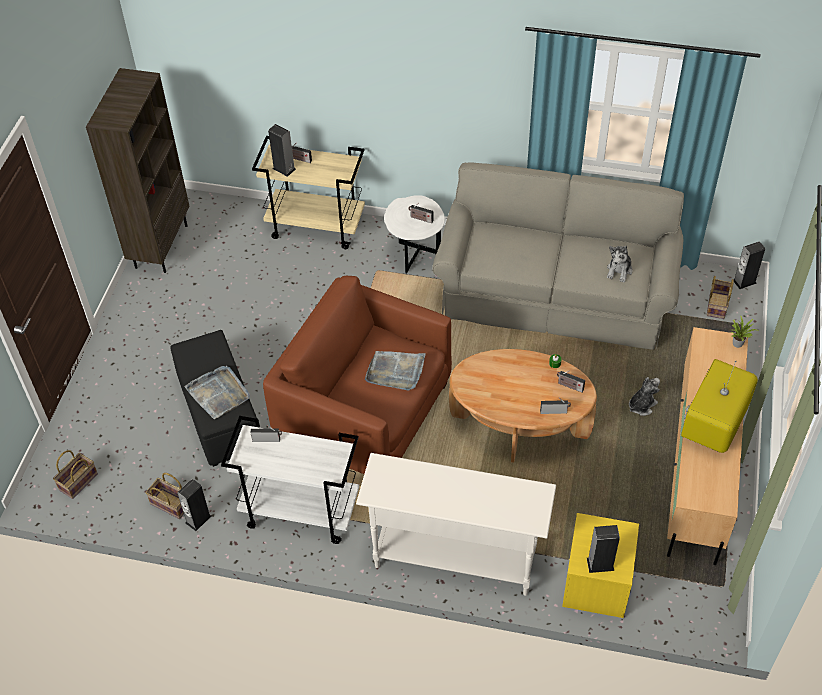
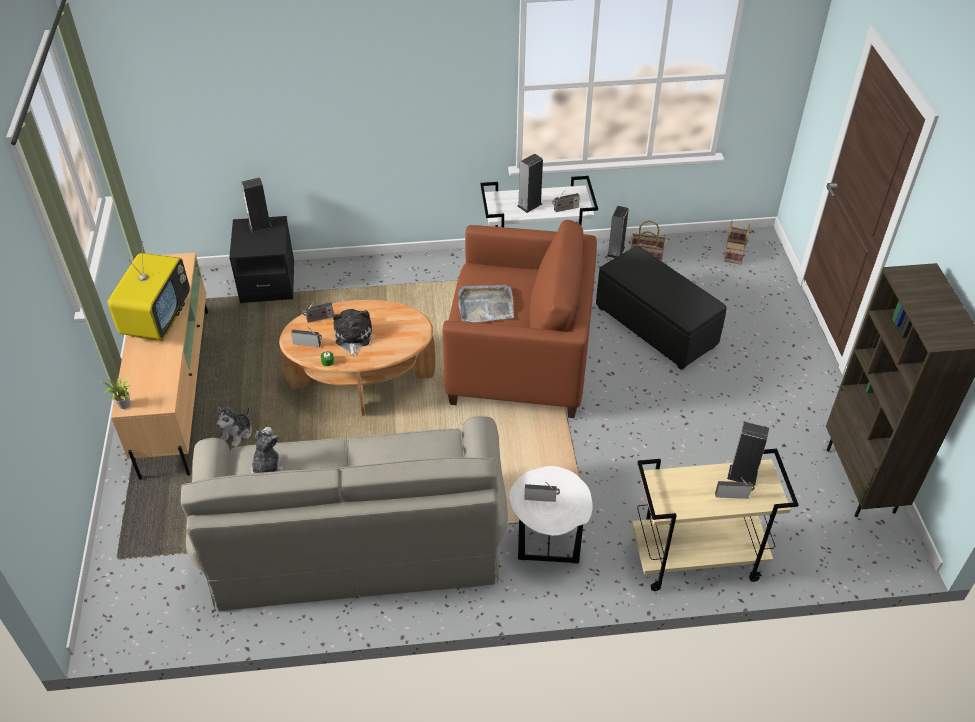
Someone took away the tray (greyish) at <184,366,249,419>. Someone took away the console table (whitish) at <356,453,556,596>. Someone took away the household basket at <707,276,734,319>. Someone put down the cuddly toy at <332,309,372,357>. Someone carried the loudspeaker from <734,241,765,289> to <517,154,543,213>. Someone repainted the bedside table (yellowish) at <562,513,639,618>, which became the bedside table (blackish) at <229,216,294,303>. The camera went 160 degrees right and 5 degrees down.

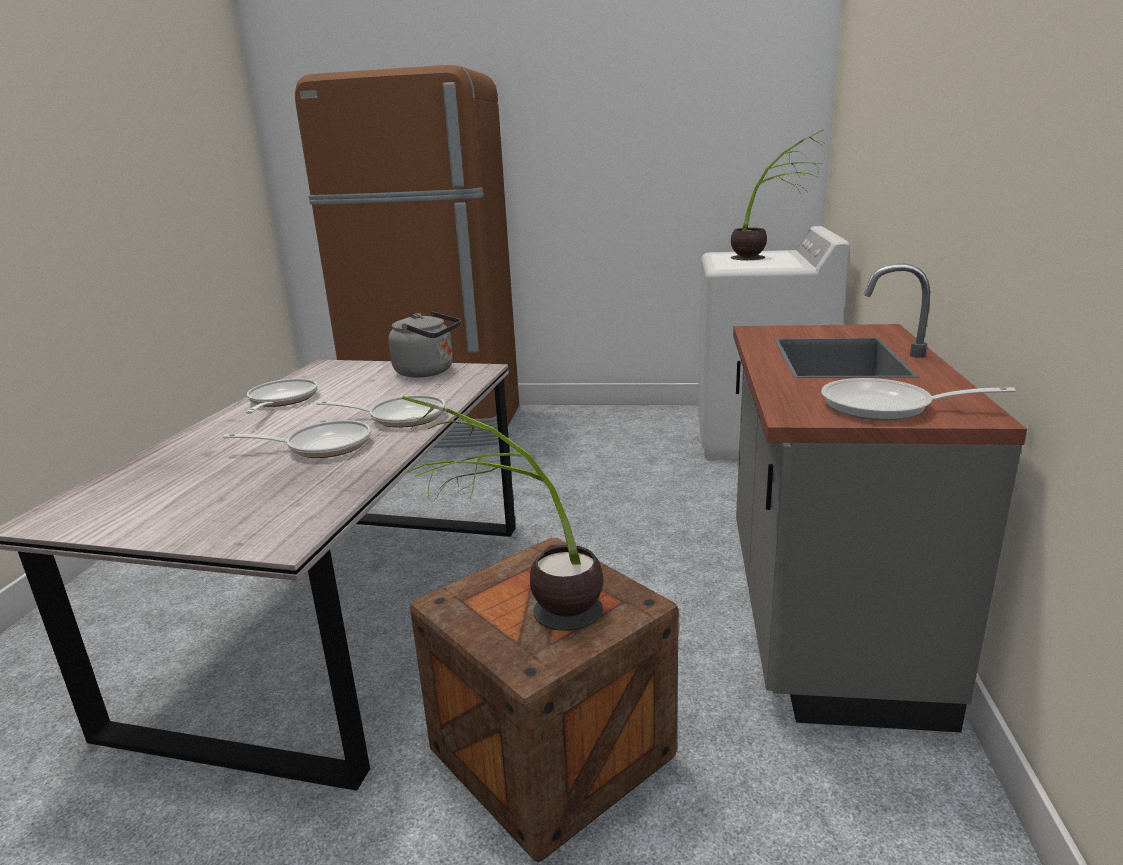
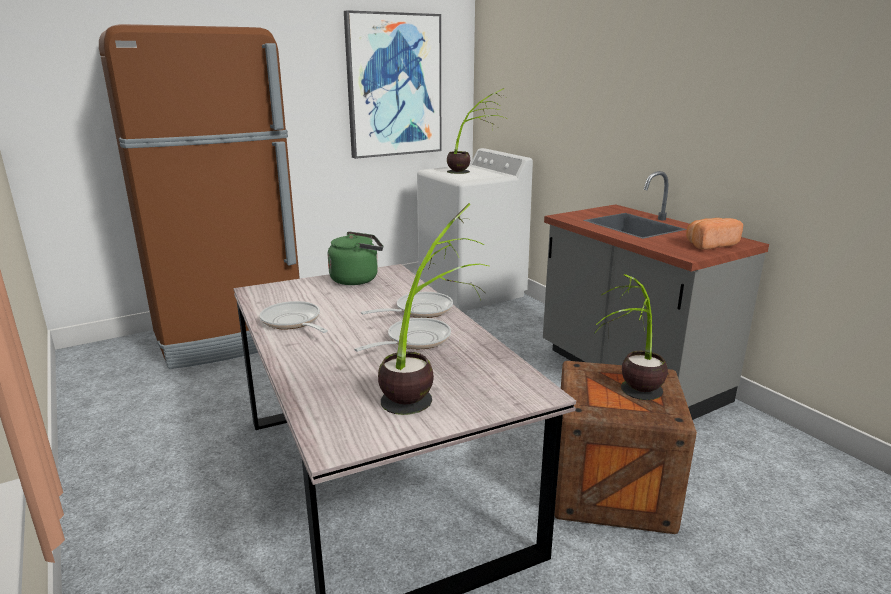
Someone put up the wall art at <344,10,441,159>. Someone put down the potted plant at <378,203,488,415>. Someone swapped the frying pan at <821,378,1016,421> for the bakery bread at <686,218,743,250>. Someone repainted the water kettle (greyish) at <389,311,461,378>, which became the water kettle (green-coloured) at <328,231,383,285>. The camera went 40 degrees left and 0 degrees up.

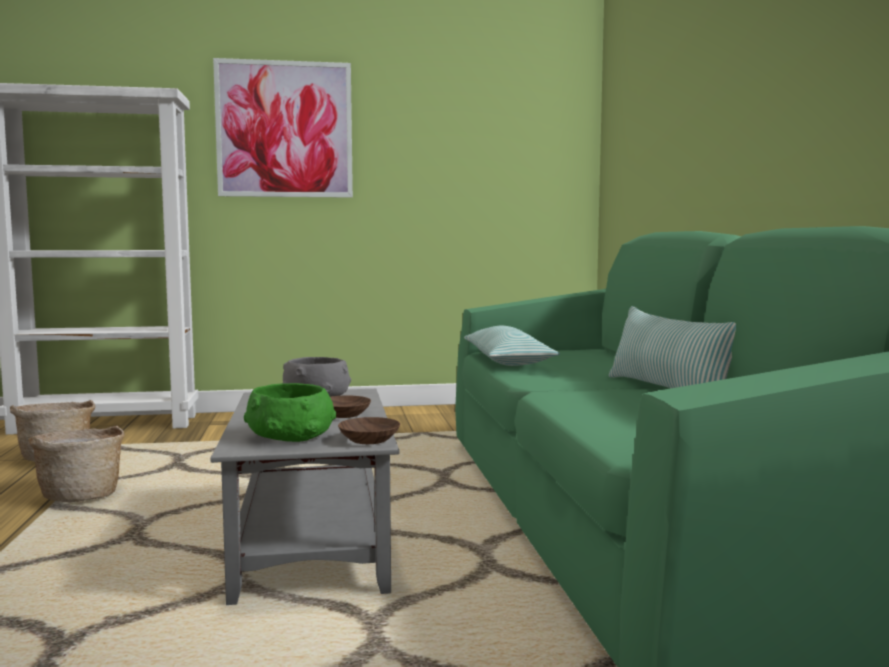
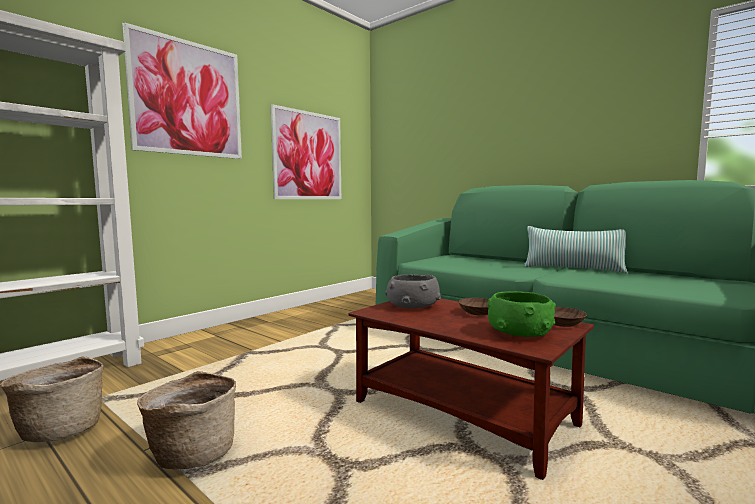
Someone took away the cushion at <464,326,560,366>. Someone put up the wall art at <271,104,341,199>. Someone repainted the low table (greyish) at <210,389,400,605>, which became the low table (brownish) at <349,299,594,480>. The camera went 40 degrees left and 0 degrees up.

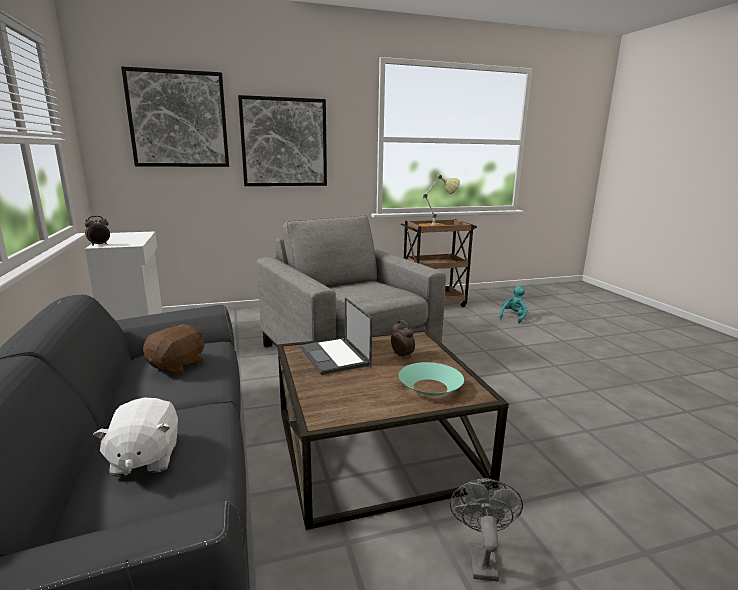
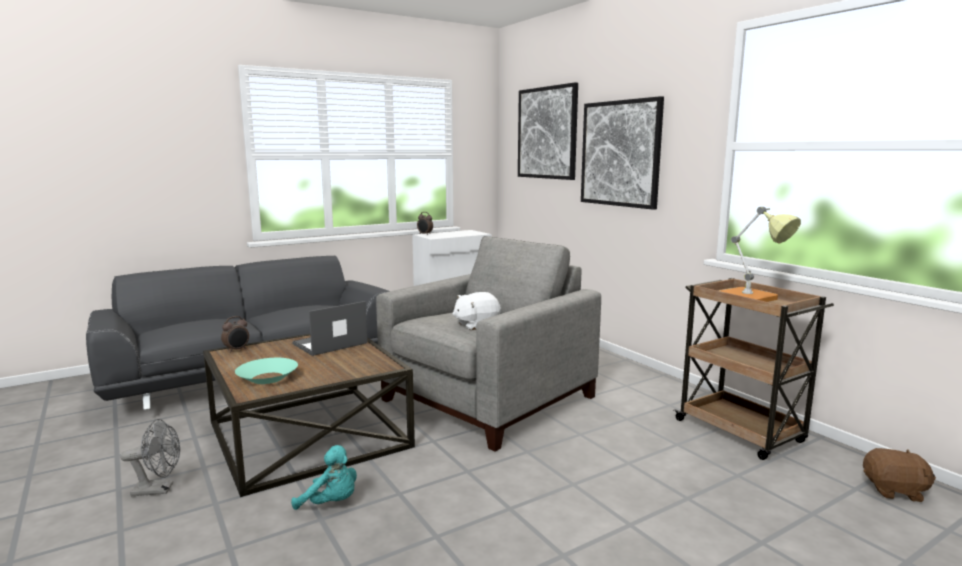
Someone carried the cuddly toy (whitish) from <93,398,178,477> to <452,292,501,330>. Someone carried the cuddly toy (brownish) from <143,324,205,375> to <863,448,936,502>. Someone carried the alarm clock from <391,320,415,359> to <221,316,249,352>. Someone carried the cuddly toy (blue-green) from <499,286,527,323> to <291,445,357,510>. The camera went 75 degrees right and 5 degrees down.

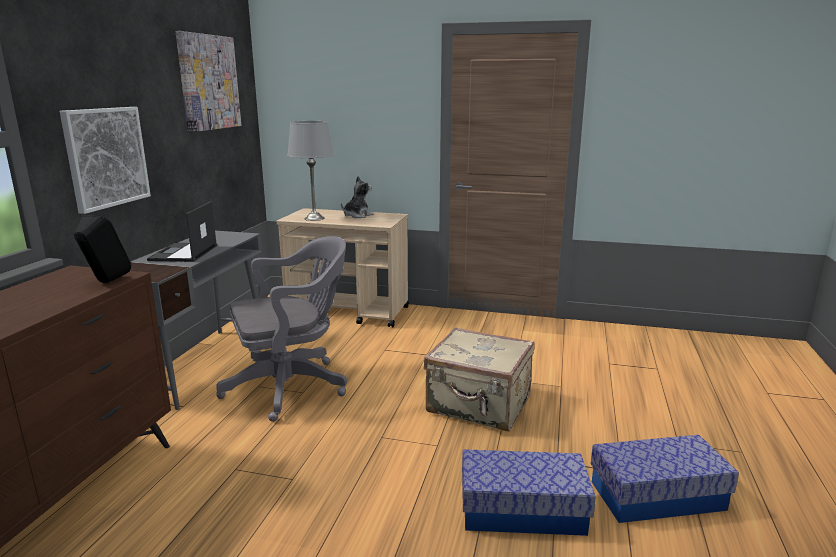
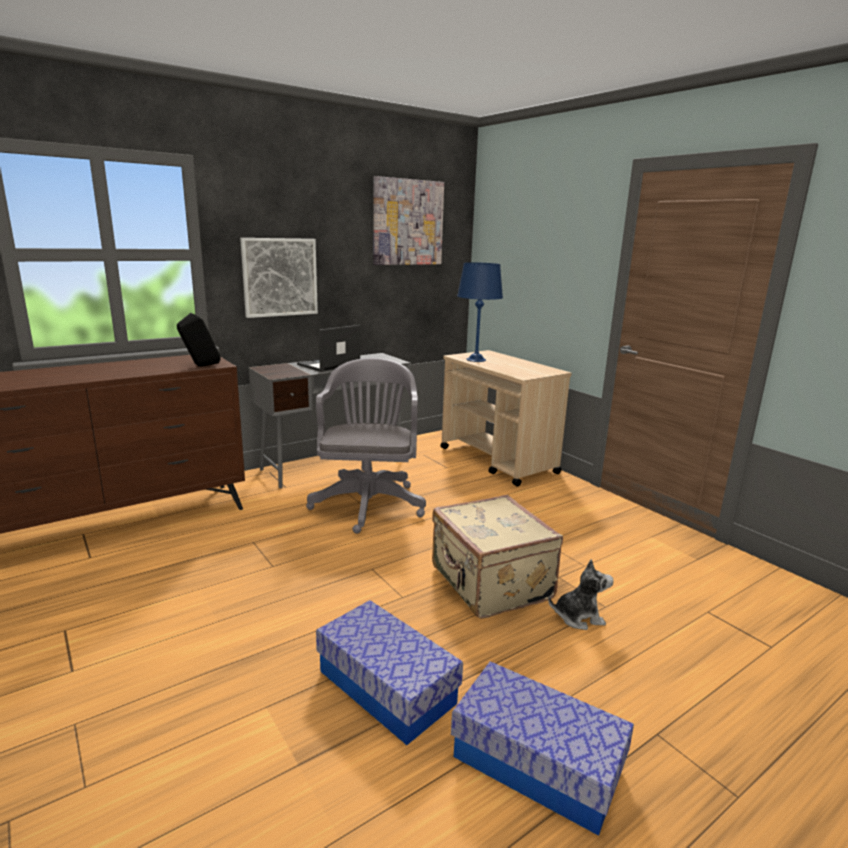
Someone carried the cuddly toy from <341,176,373,218> to <548,559,613,630>. Someone repainted the lamp for a table (greyish) at <287,121,334,221>, which became the lamp for a table (blue) at <457,262,503,362>. Someone rotated the office chair (greyish) at <216,236,347,422> by 105 degrees counterclockwise. The camera went 40 degrees right and 0 degrees up.

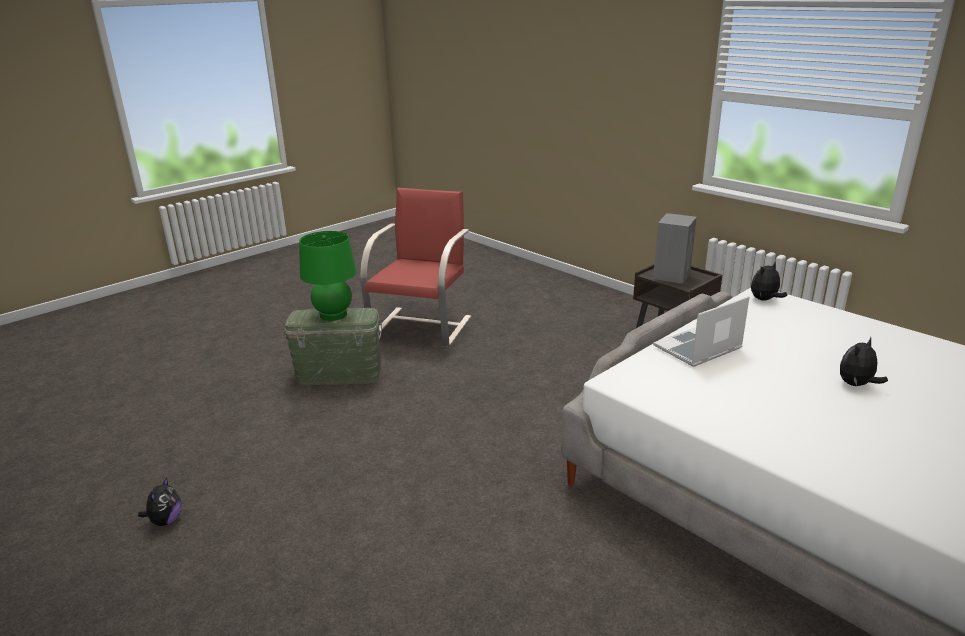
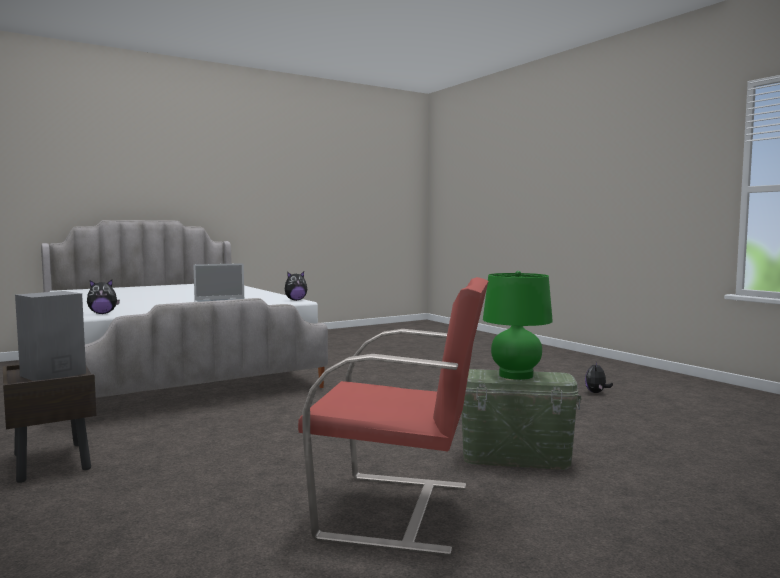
Someone carried the cuddly toy from <840,337,888,386> to <285,272,307,301>. Someone rotated the lounge chair (reddish) at <360,188,472,347> by 105 degrees counterclockwise. The camera went 170 degrees left and 20 degrees down.

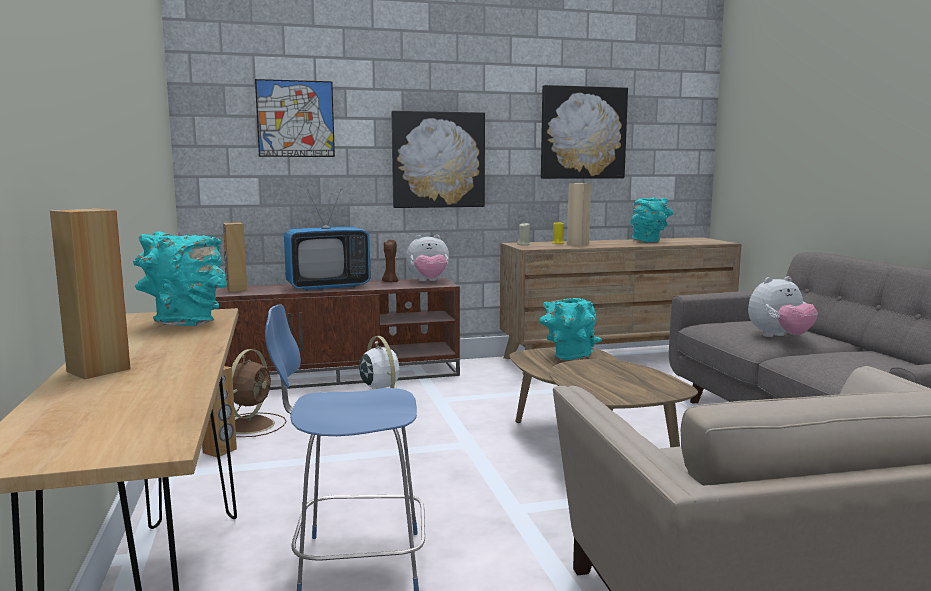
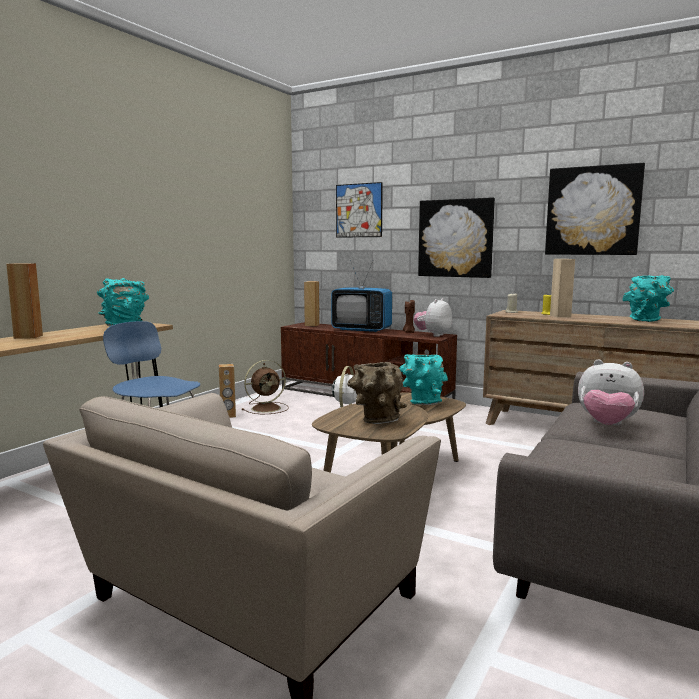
Someone put down the vase (brownish) at <347,362,407,424>. Someone rotated the cuddly toy at <406,235,449,281> by 90 degrees clockwise. The camera went 45 degrees right and 0 degrees up.

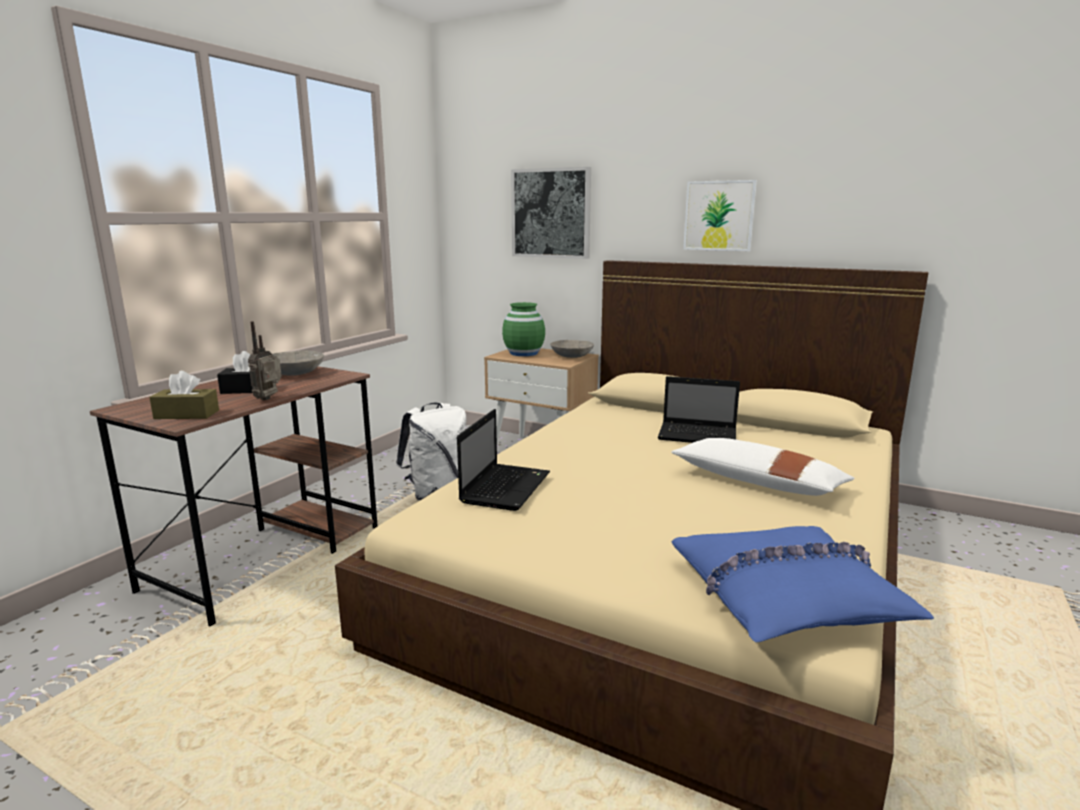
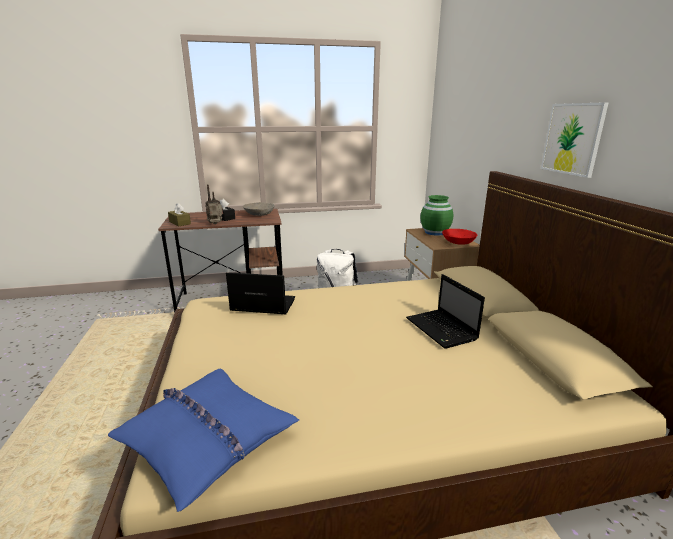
Someone took away the wall art at <511,167,591,259>. Someone took away the cushion (whitish) at <671,438,854,496>. Someone repainted the bowl (greyish) at <550,340,594,358>, which became the bowl (reddish) at <442,229,477,245>. Someone rotated the laptop at <457,409,550,511> by 150 degrees counterclockwise. The camera went 50 degrees right and 5 degrees up.

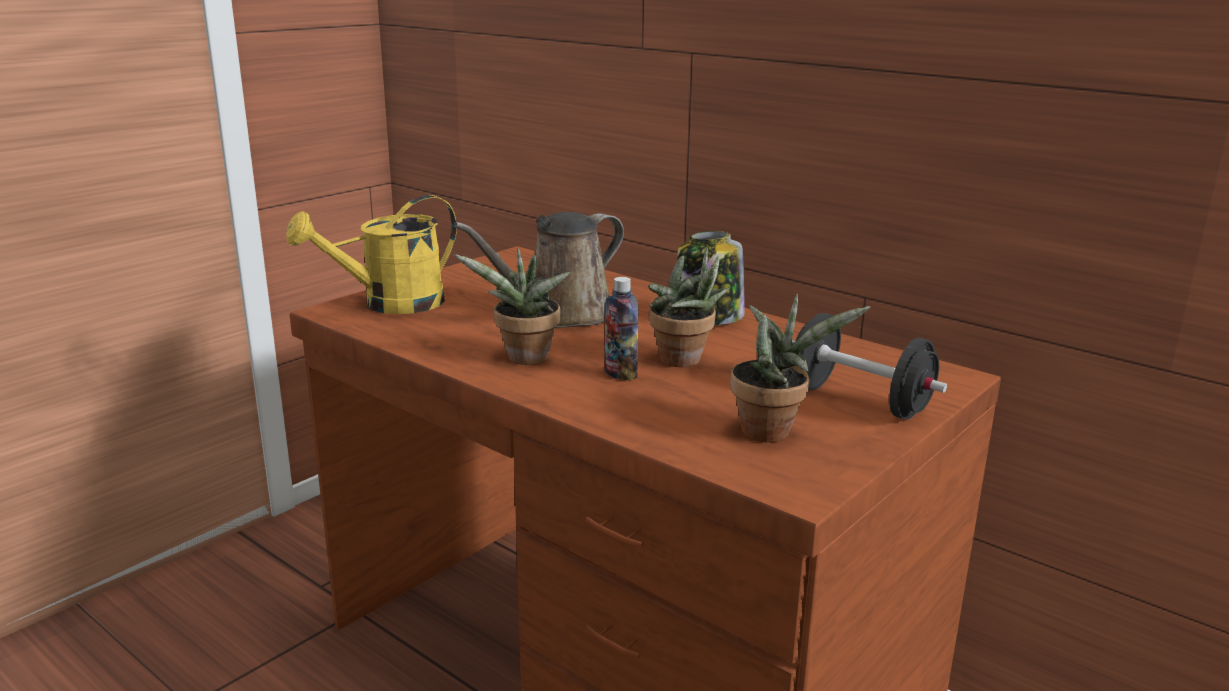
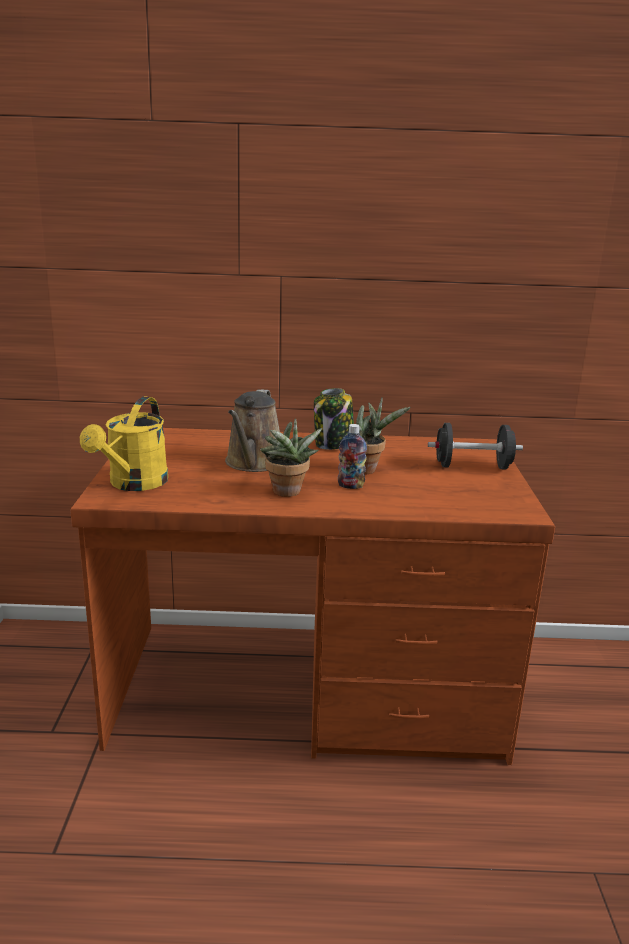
Someone took away the potted plant at <730,294,870,442>. The camera went 40 degrees left and 0 degrees up.

